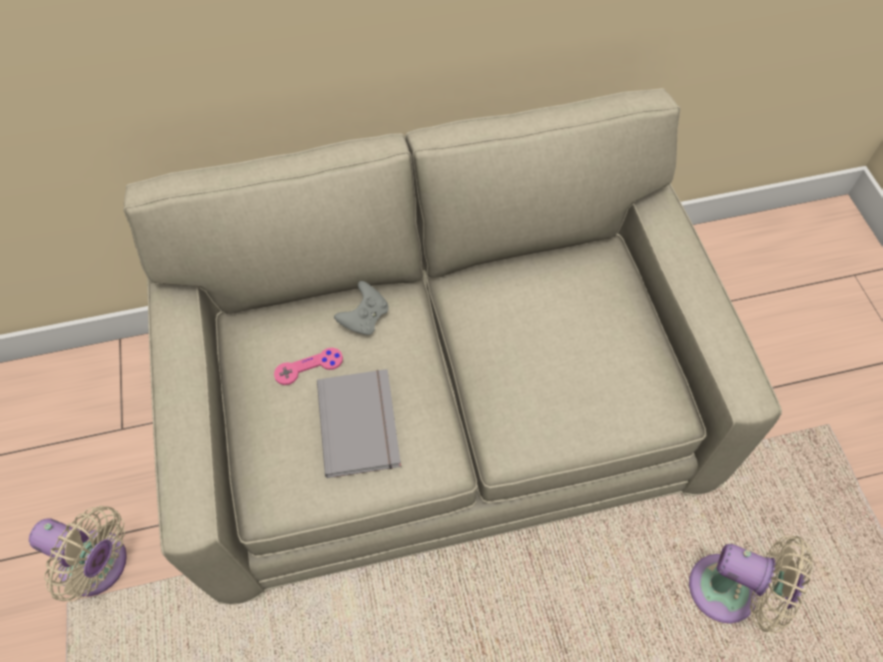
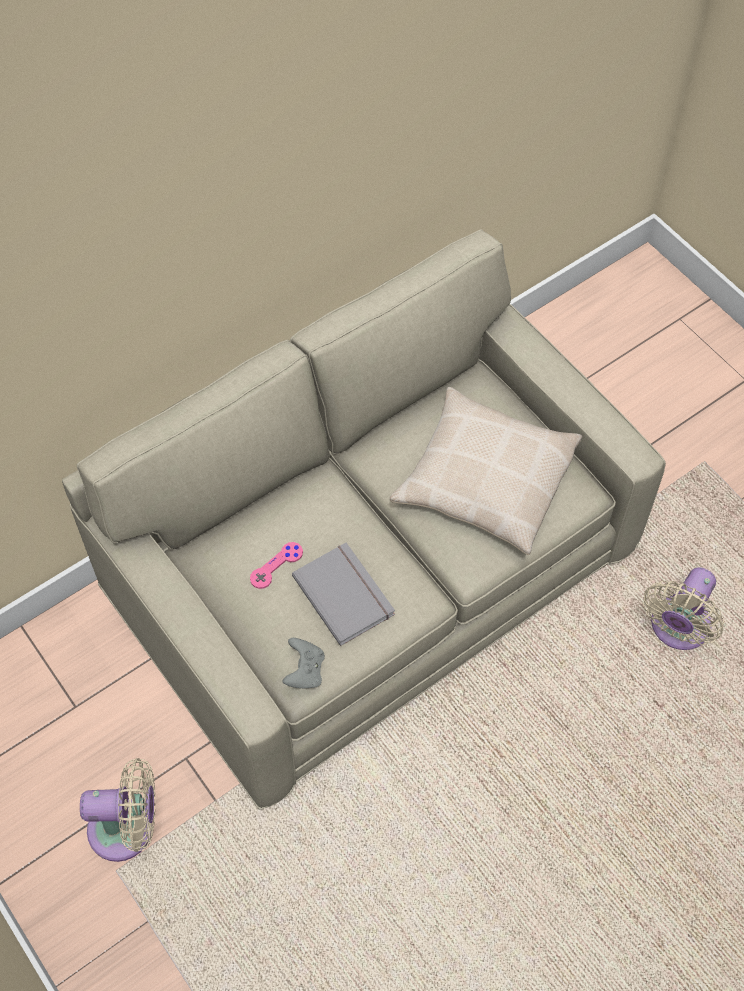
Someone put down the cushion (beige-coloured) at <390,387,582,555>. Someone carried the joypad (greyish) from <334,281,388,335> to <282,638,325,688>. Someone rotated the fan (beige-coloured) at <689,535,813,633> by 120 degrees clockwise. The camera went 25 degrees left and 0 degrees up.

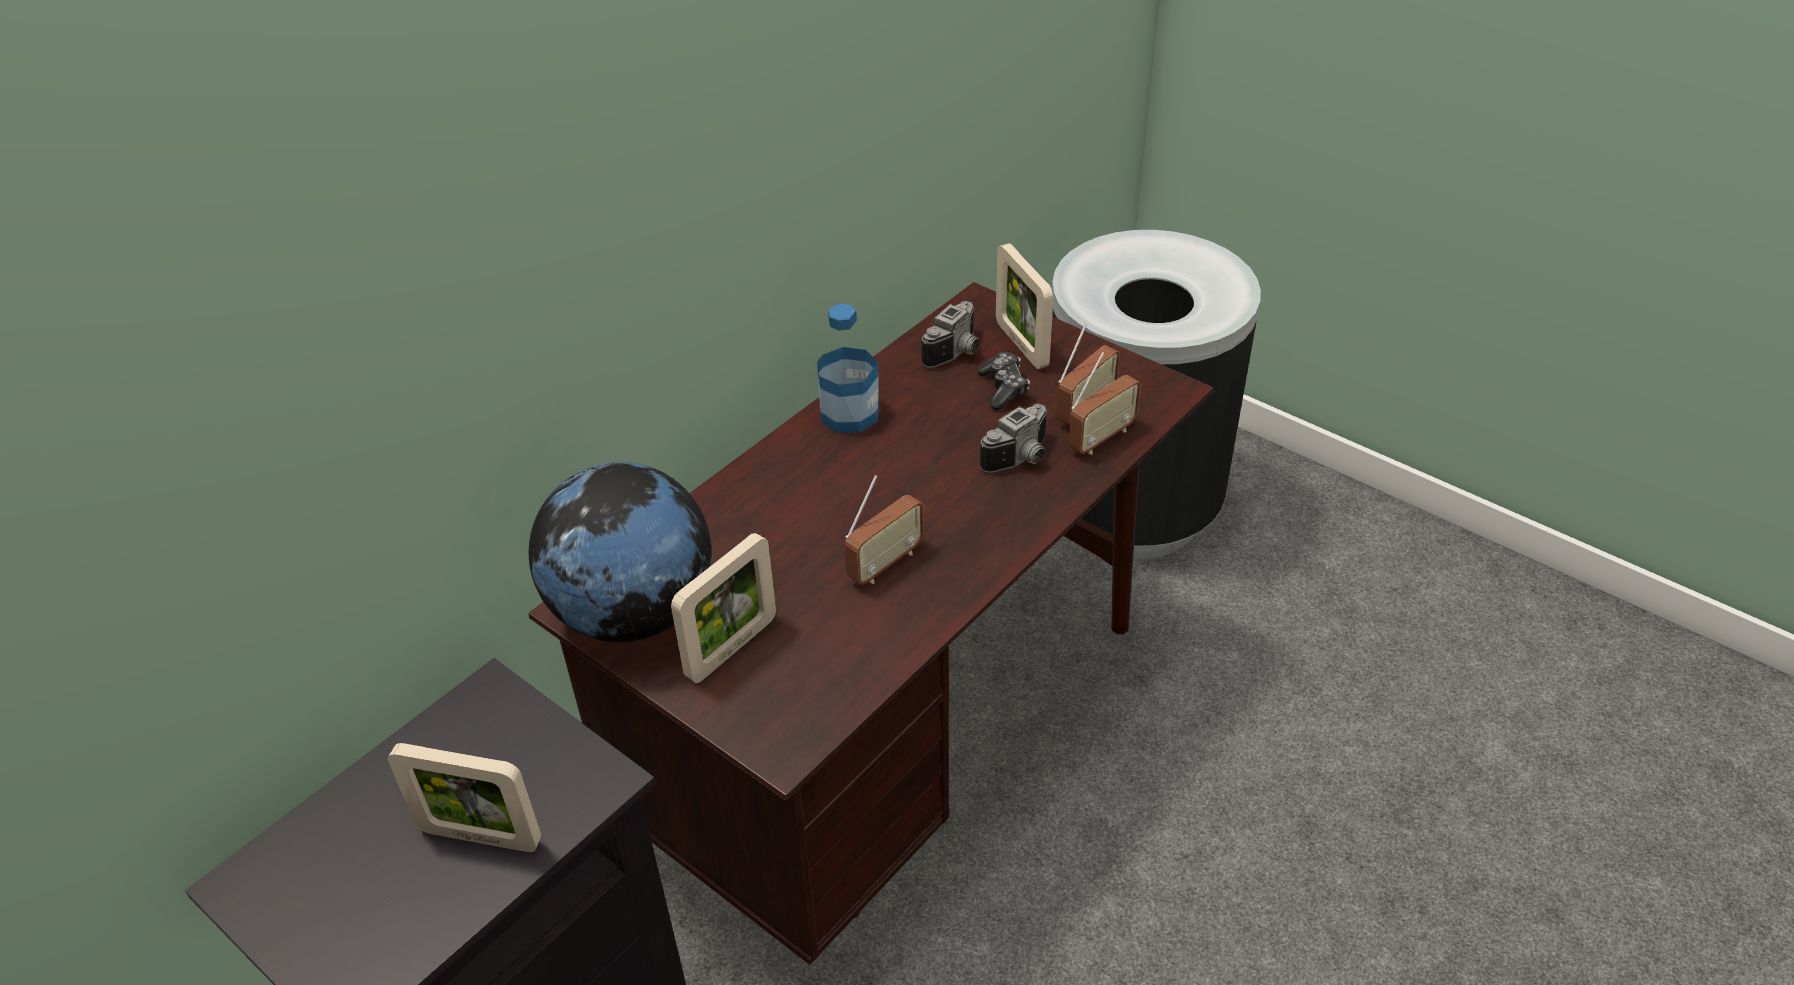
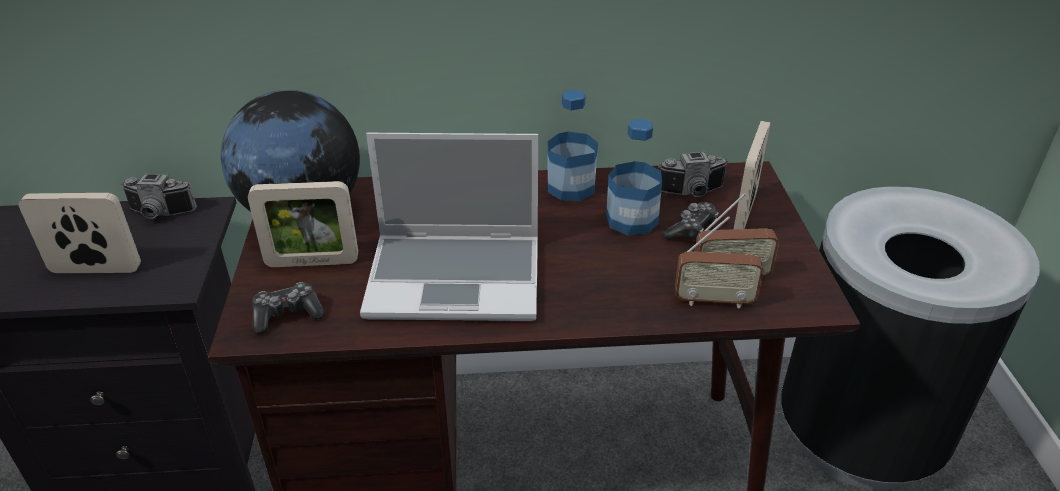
Someone put down the joypad at <252,282,325,334>. Someone put down the drink bottle at <606,119,662,235>. Someone carried the still camera from <980,403,1047,473> to <121,174,197,219>. Someone swapped the radio receiver at <845,475,924,585> for the laptop at <360,133,538,321>. Someone rotated the photo frame at <388,743,541,852> by 120 degrees clockwise. The camera went 45 degrees right and 5 degrees down.

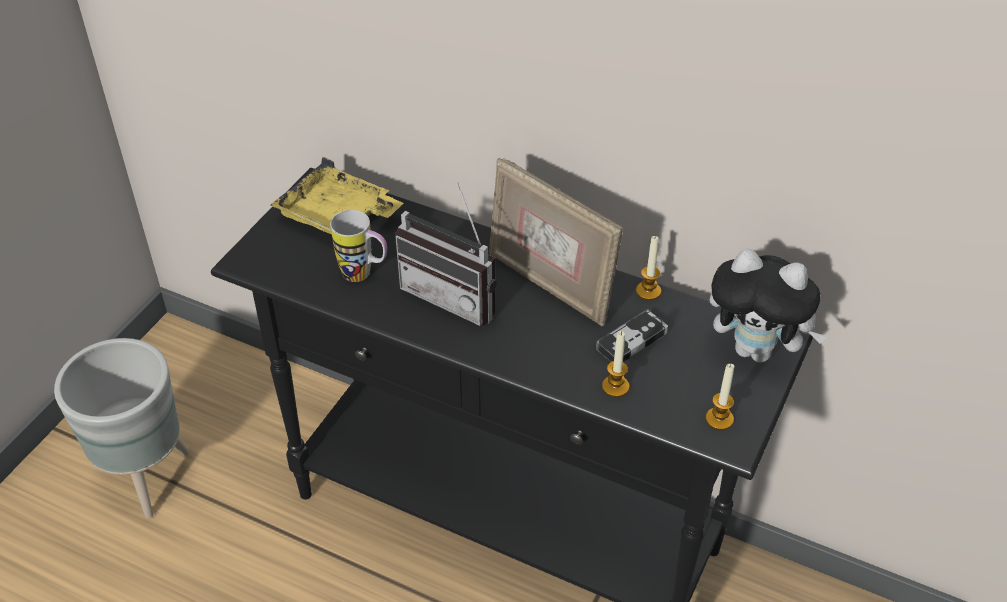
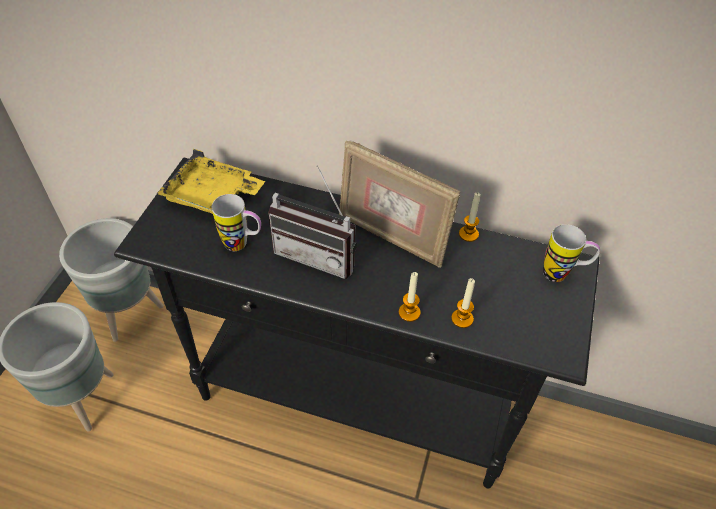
Someone took away the joypad at <596,309,668,362>. Someone put down the planter (greyish) at <59,218,164,342>. Someone carried the candle from <706,364,735,430> to <399,272,421,322>. Someone swapped the cuddly toy at <709,249,827,363> for the tea mug at <543,224,600,282>. The camera went 10 degrees left and 5 degrees up.

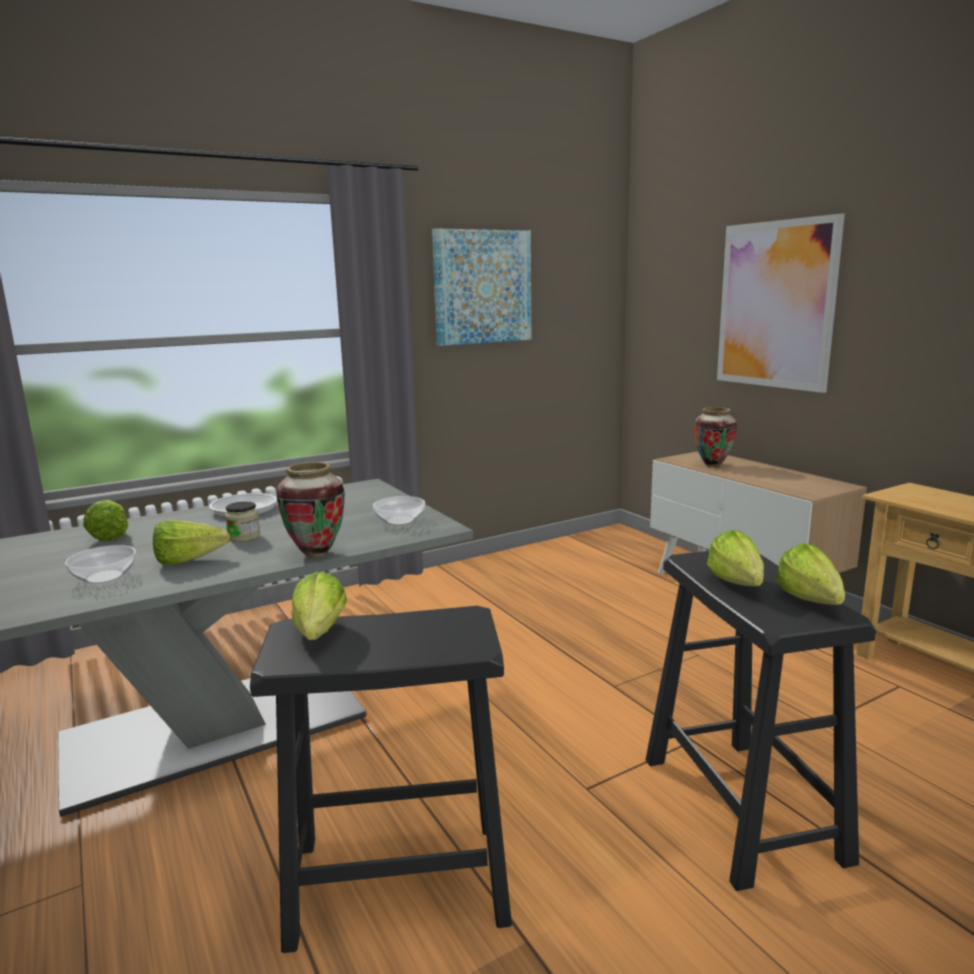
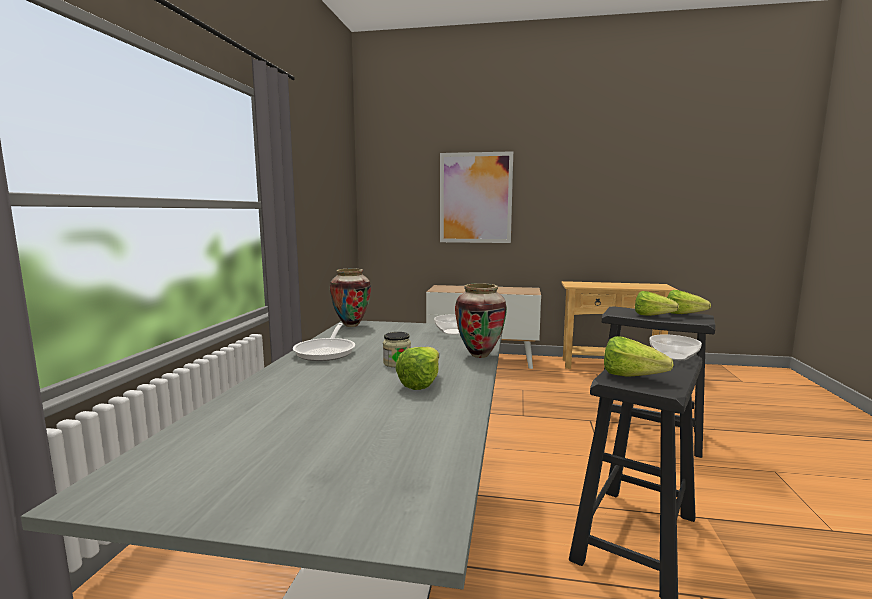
Someone took away the lettuce head at <83,500,128,541>. Someone took away the wall art at <432,228,531,346>. Someone carried the bowl from <65,545,136,584> to <650,334,702,360>. Someone carried the vase from <694,407,737,467> to <330,269,371,327>. The camera went 50 degrees left and 5 degrees down.

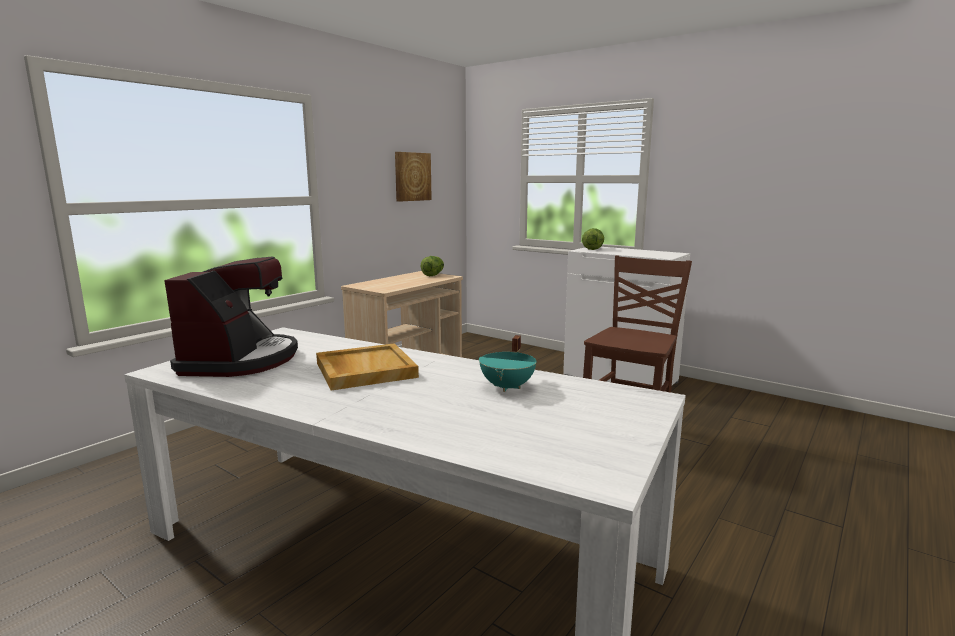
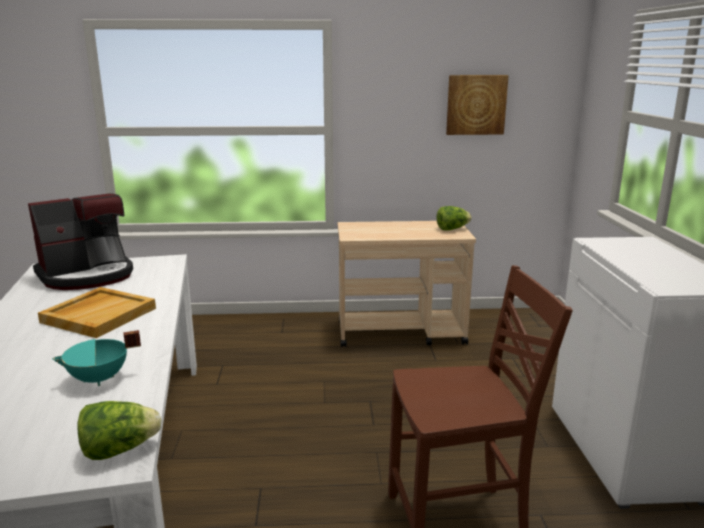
Someone carried the lettuce head from <582,228,604,250> to <77,401,161,460>. The camera went 50 degrees right and 5 degrees up.

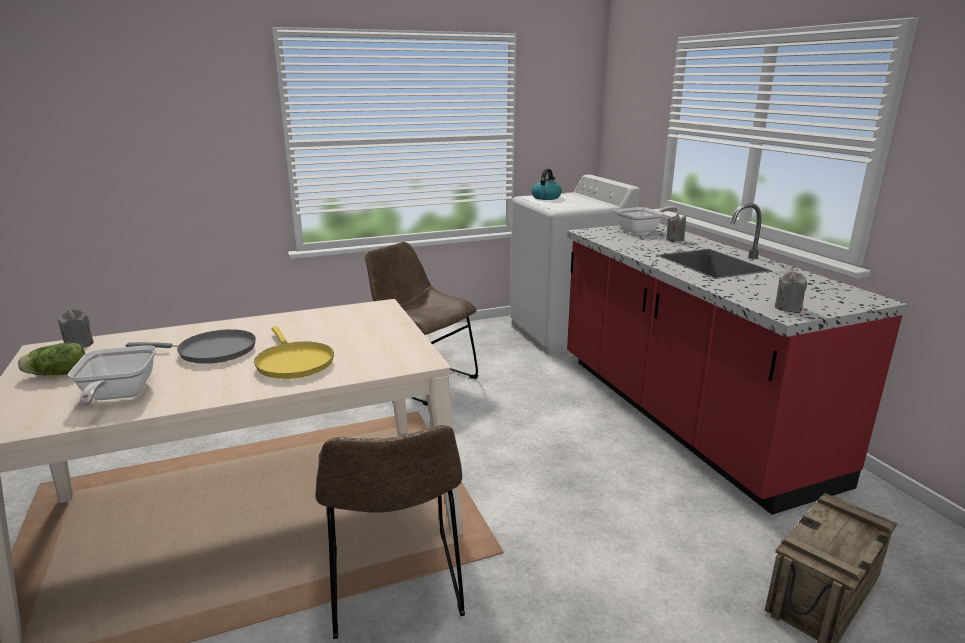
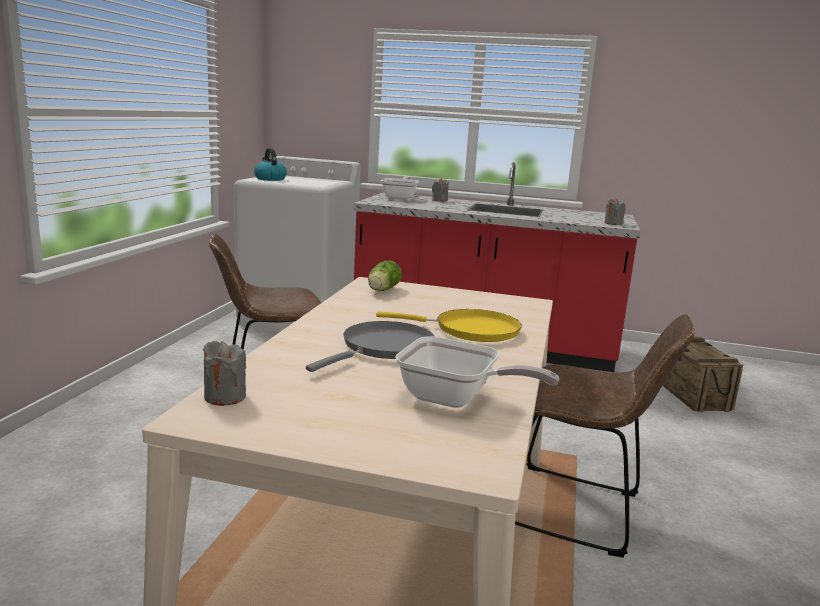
Someone carried the lettuce head from <18,343,85,375> to <368,260,402,291>. The camera went 55 degrees left and 5 degrees down.

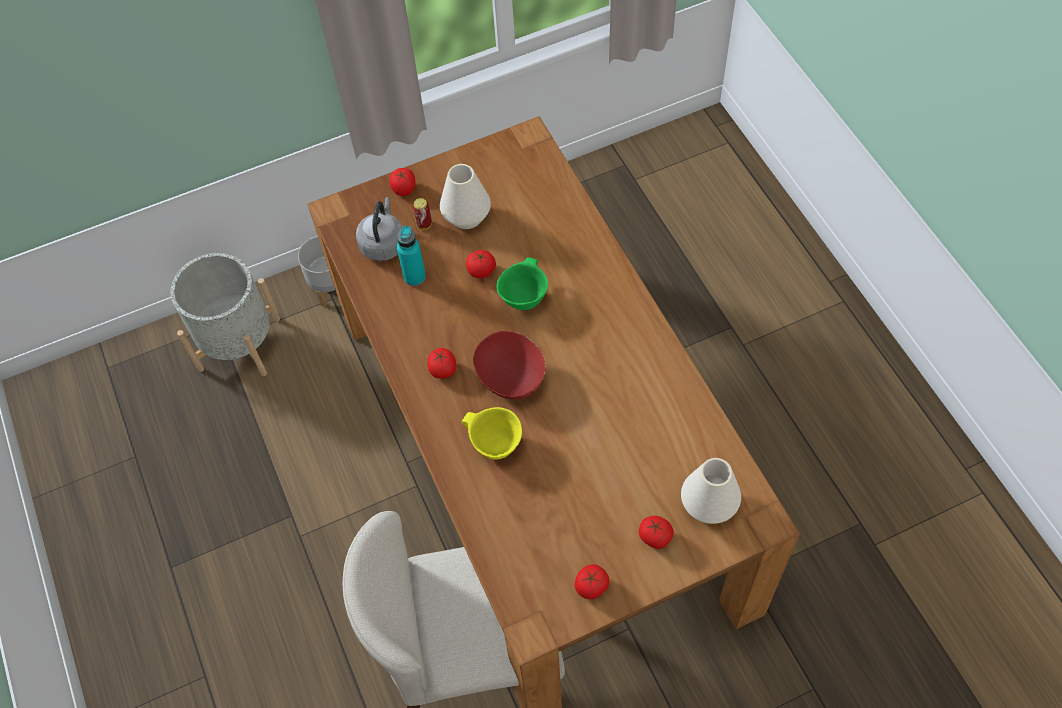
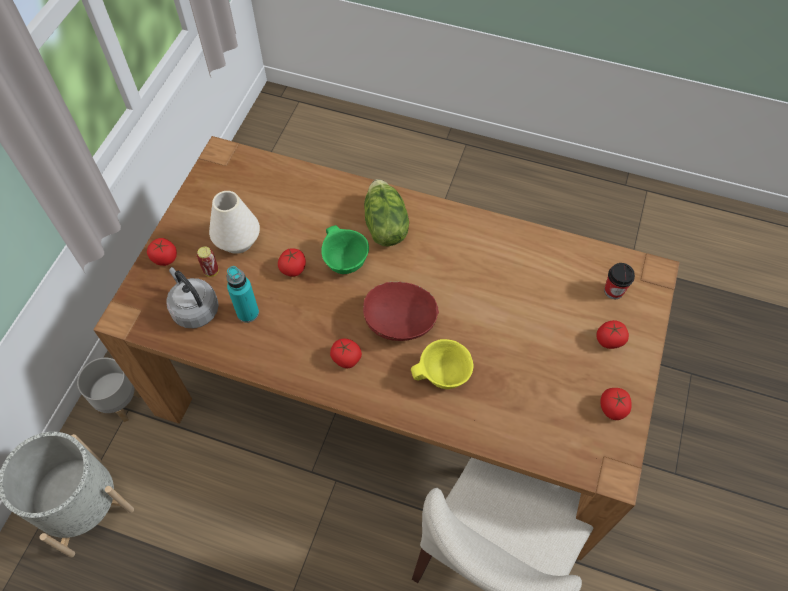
Someone put down the lettuce head at <364,179,409,246>. Someone swapped the vase (whitish) at <681,458,741,524> for the cup at <604,263,635,299>. The camera went 50 degrees left and 0 degrees up.

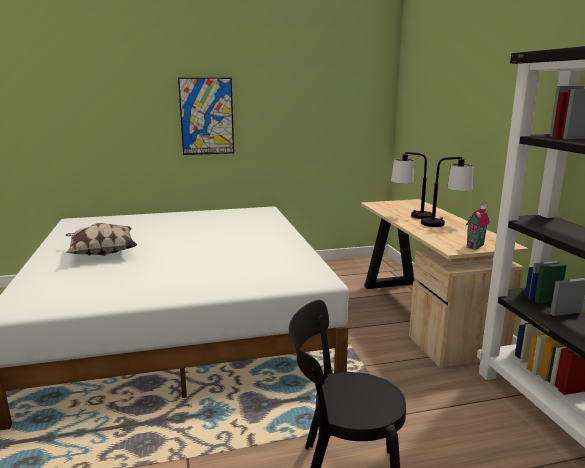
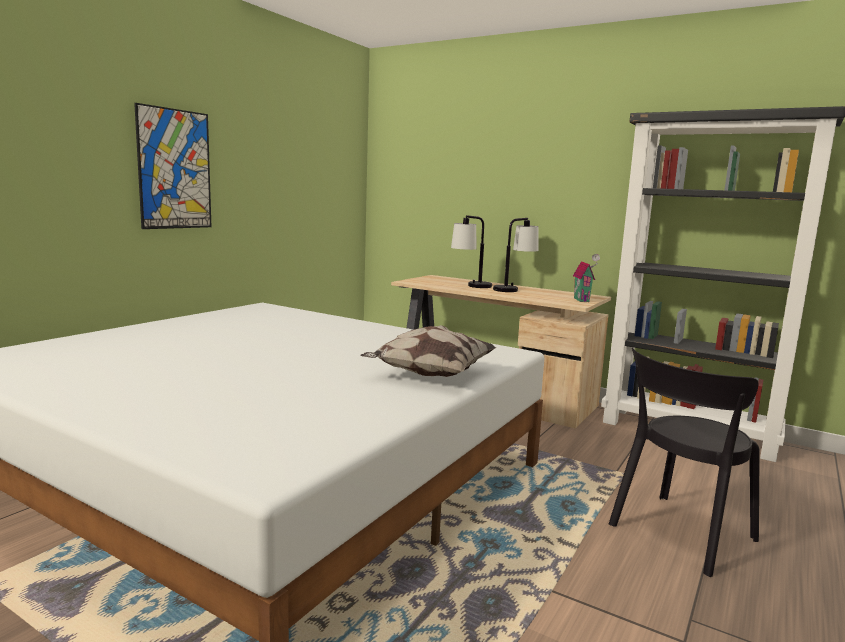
Someone carried the cushion from <65,223,138,256> to <360,325,496,377>. The camera went 45 degrees left and 5 degrees down.

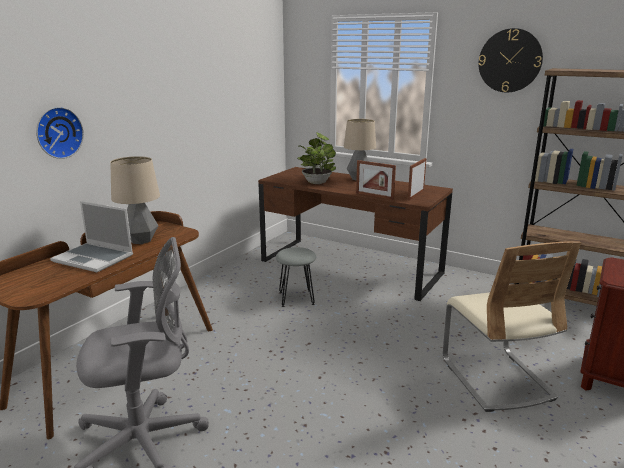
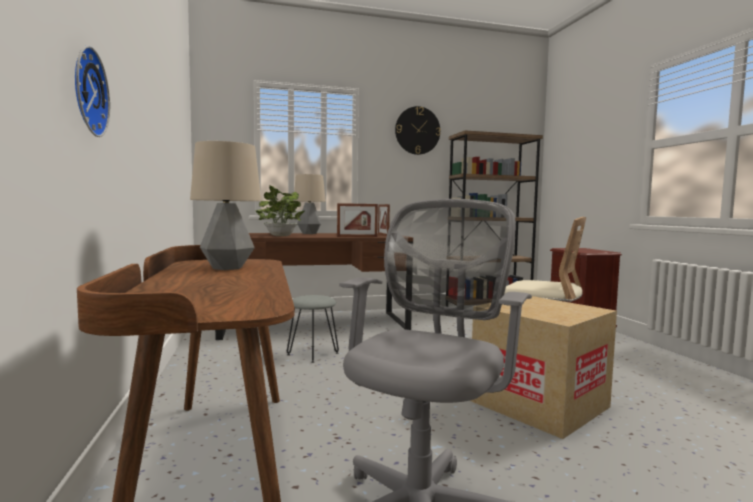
Someone took away the laptop at <50,201,133,272>. Someone put down the cardboard box at <470,296,617,439>. The camera went 45 degrees left and 15 degrees down.

